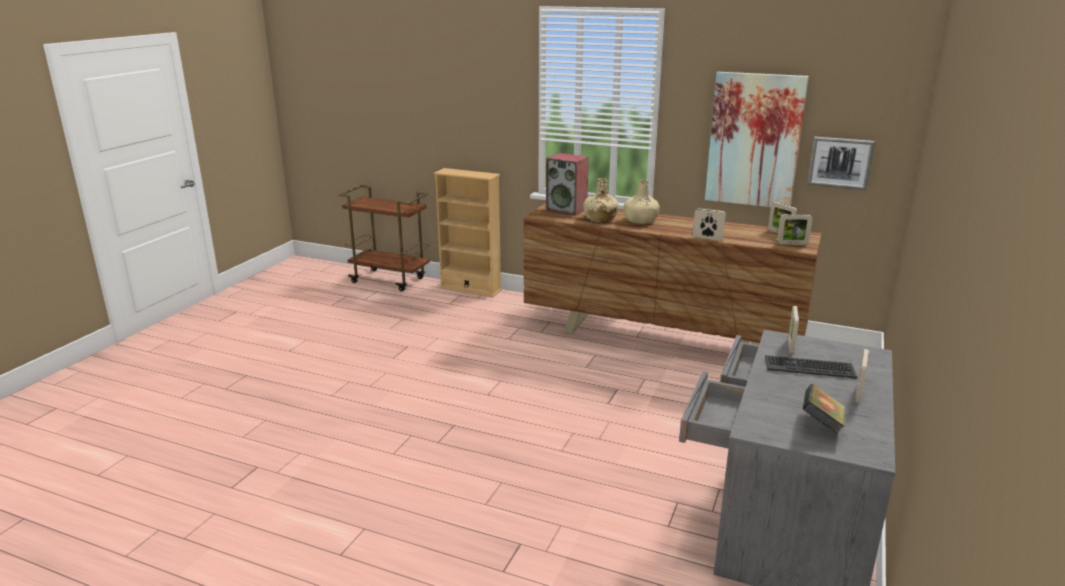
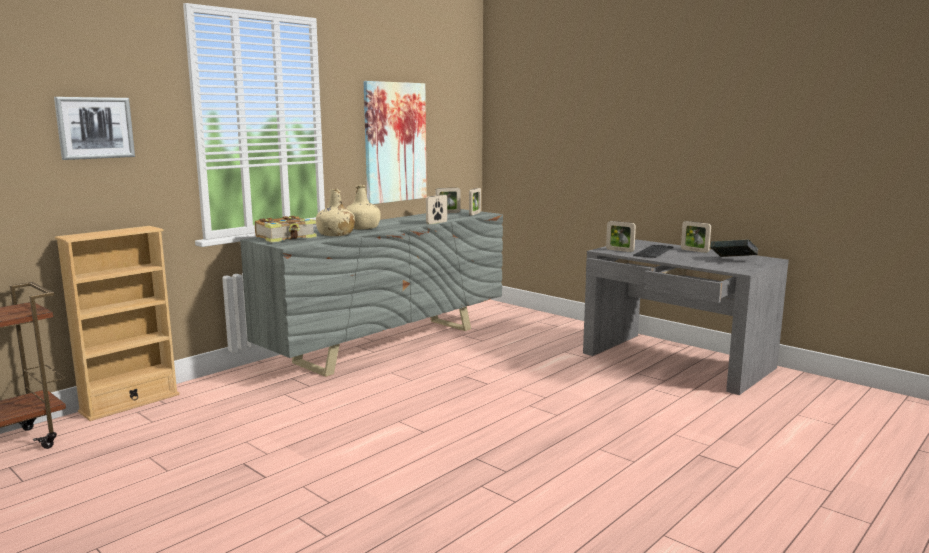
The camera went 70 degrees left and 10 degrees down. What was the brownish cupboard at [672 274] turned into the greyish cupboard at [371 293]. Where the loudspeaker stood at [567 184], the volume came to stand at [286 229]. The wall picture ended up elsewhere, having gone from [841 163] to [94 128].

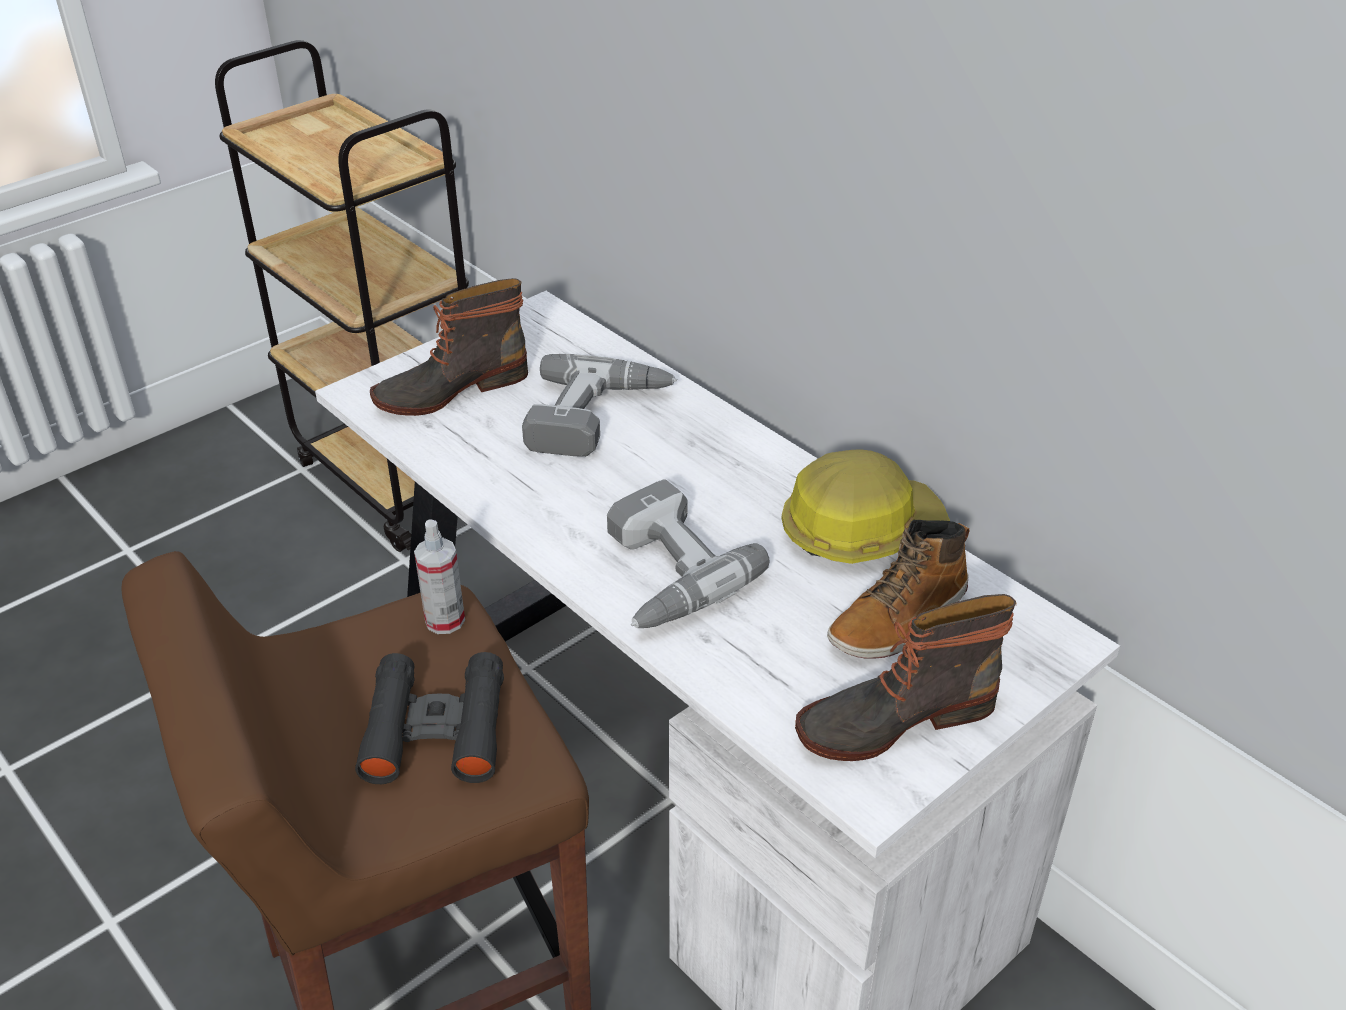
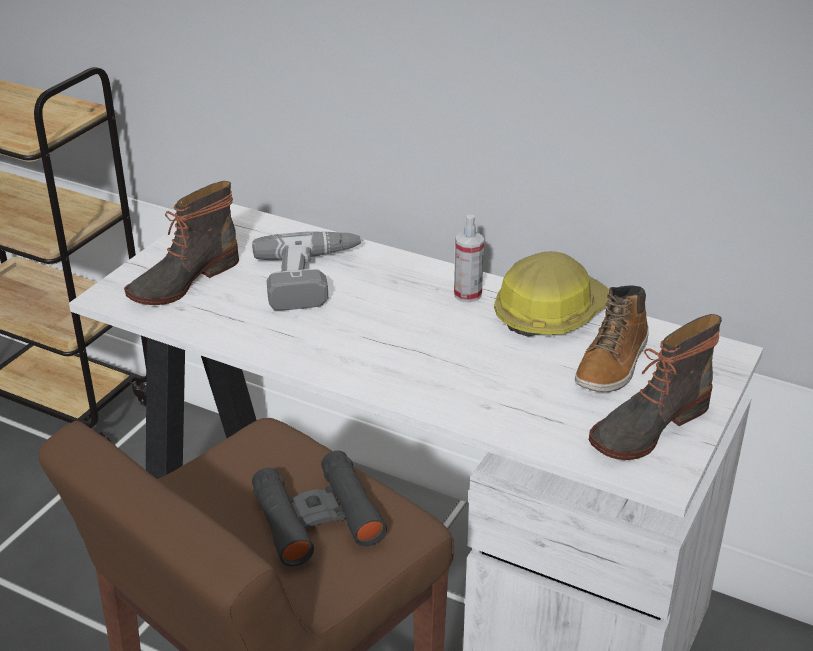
The camera went 20 degrees left and 5 degrees down. The spray bottle ended up elsewhere, having gone from [439 576] to [469 258]. The second view lost the power drill at [688 554].

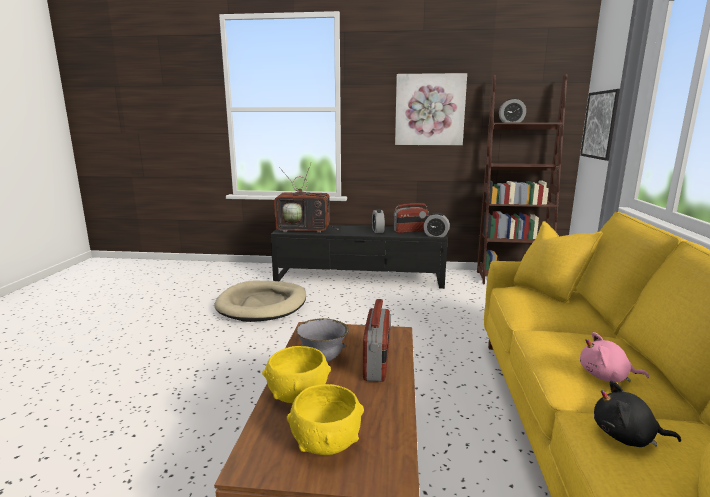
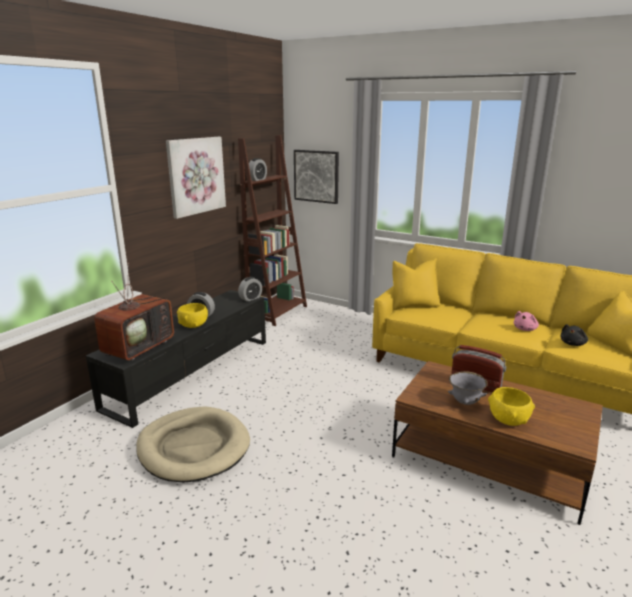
The camera went 65 degrees left and 5 degrees up. The yellow-coloured bowl ended up elsewhere, having gone from [325 419] to [192 315]. The second view lost the radio receiver at [411 218].

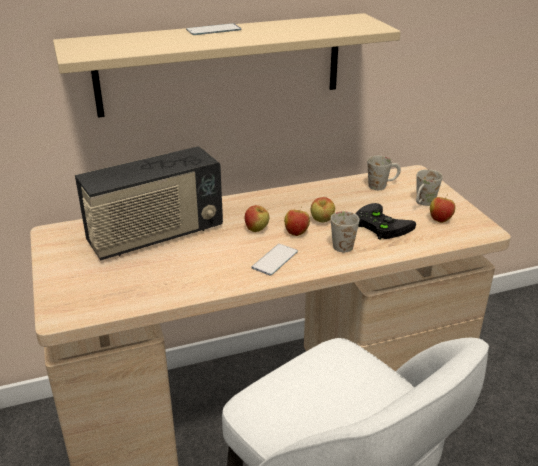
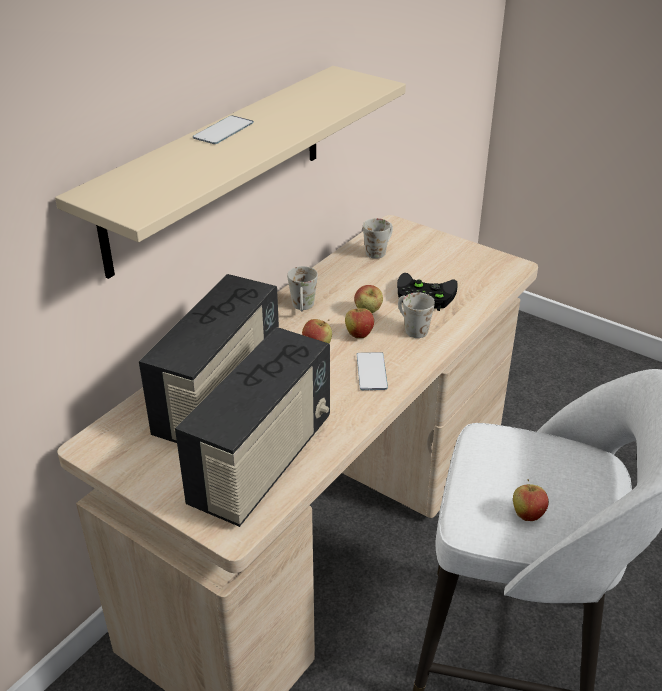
The camera went 35 degrees left and 5 degrees up. The whitish mug ended up elsewhere, having gone from [429 187] to [302 289]. The apple fruit ended up elsewhere, having gone from [442 209] to [531 500]. The second view gained the radio receiver at [252 427].

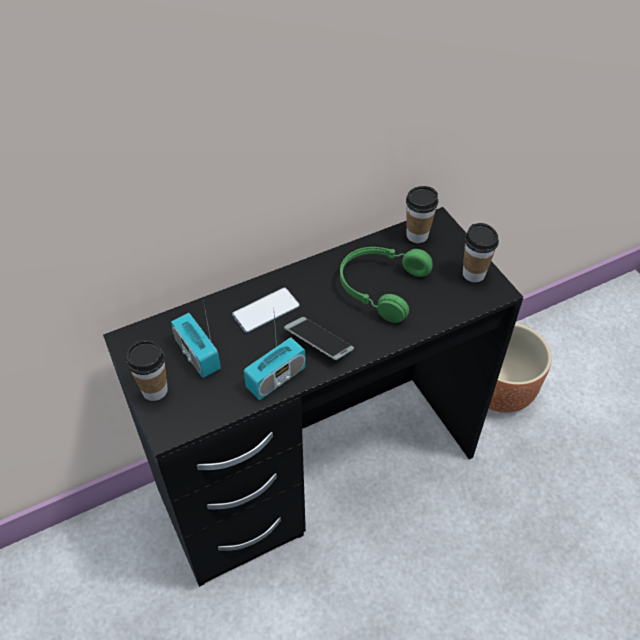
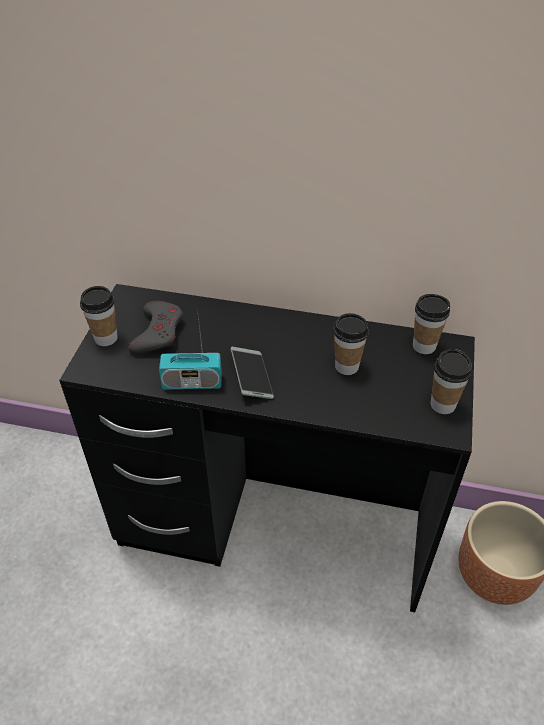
The camera went 40 degrees right and 5 degrees down. Where the radio receiver stood at [196 339], the greyish gamepad came to stand at [155 328]. The second view lost the handset at [266 310]. Where the green headphones stood at [386 285], the cup came to stand at [351 344].

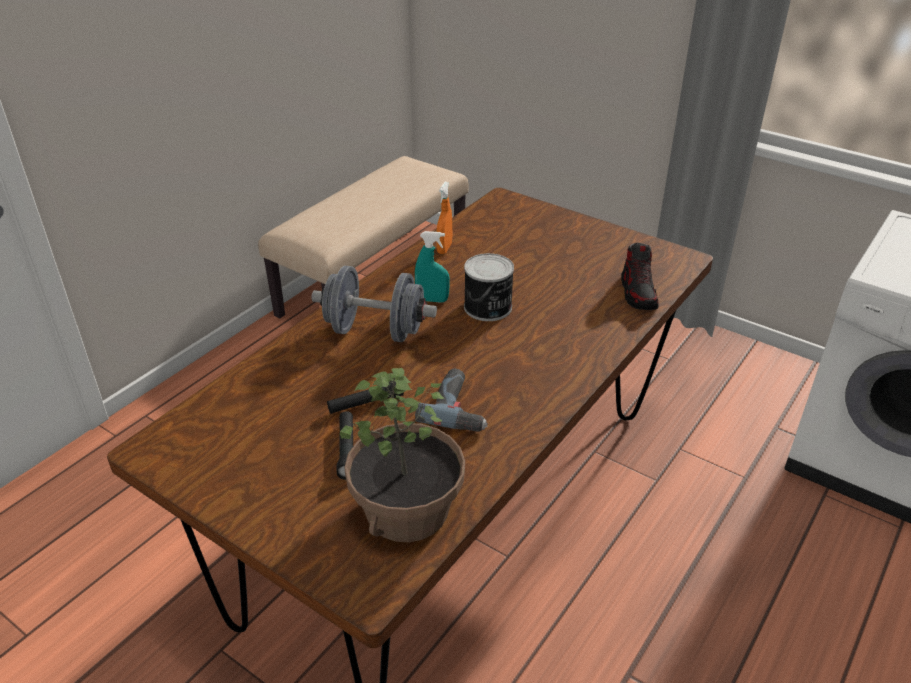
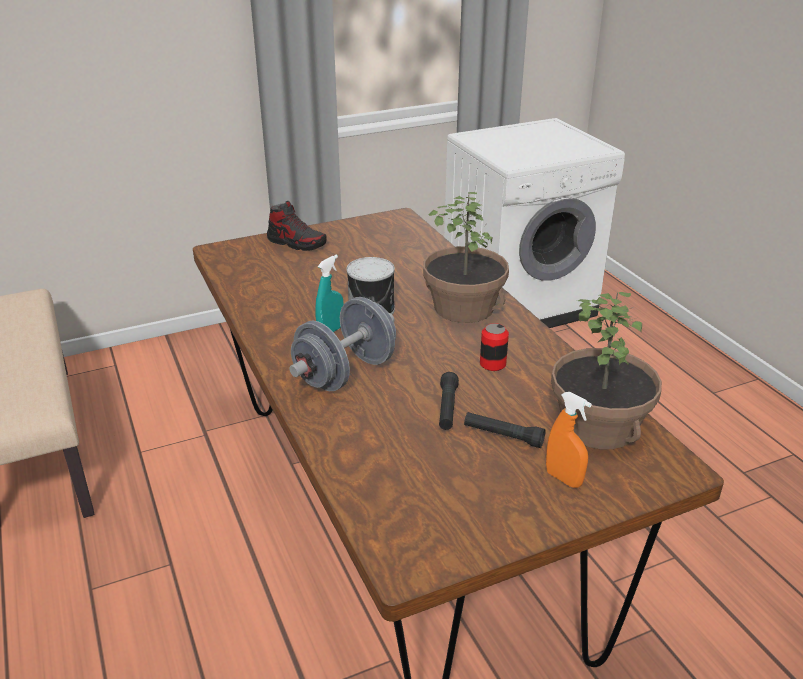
The camera went 60 degrees left and 5 degrees down. Where the power drill stood at [451 400], the sealed can came to stand at [494 347]. The orange-coloured spray bottle ended up elsewhere, having gone from [444 218] to [569 440]. The item of footwear ended up elsewhere, having gone from [640 276] to [297 226]. The second view gained the potted plant at [466 257].

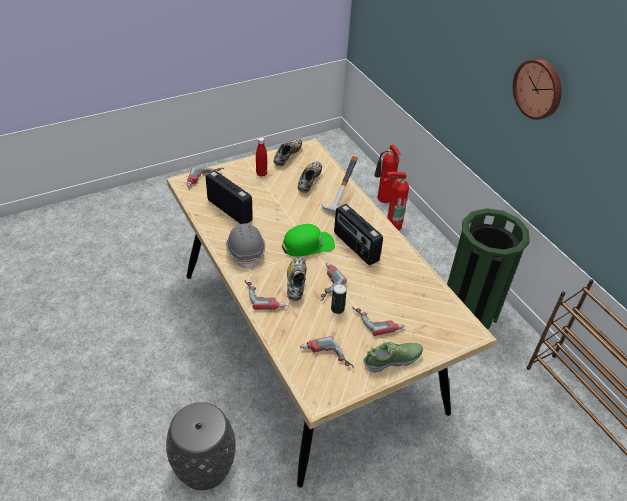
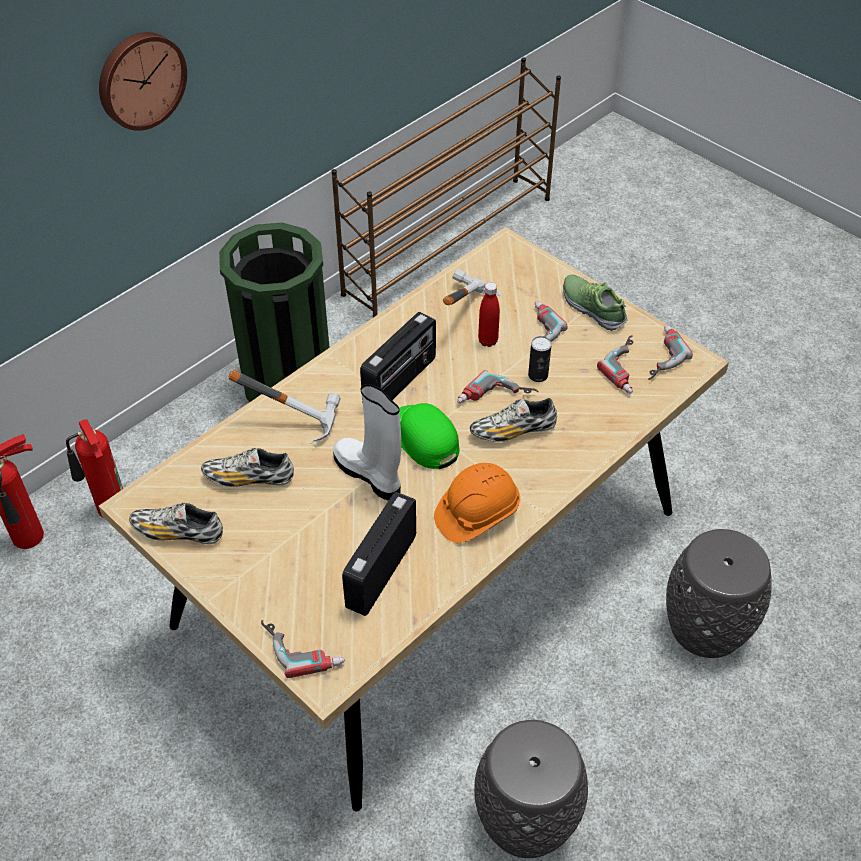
The camera went 105 degrees left and 5 degrees up. What was the greyish safety helmet at [245 246] turned into the orange-coloured safety helmet at [477 503]. The power drill ended up elsewhere, having gone from [266 294] to [670 352]. The reddish drink bottle ended up elsewhere, having gone from [261 157] to [489 314]. The second view gained the whitish boot at [367 442]. The second view gained the hand hammer at [471 287]. The second view gained the greyish stool at [531 789].

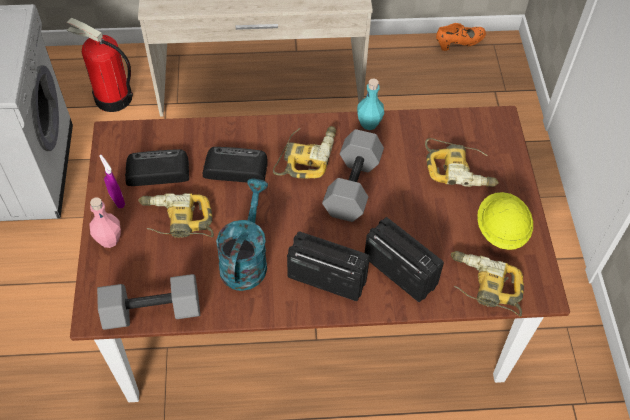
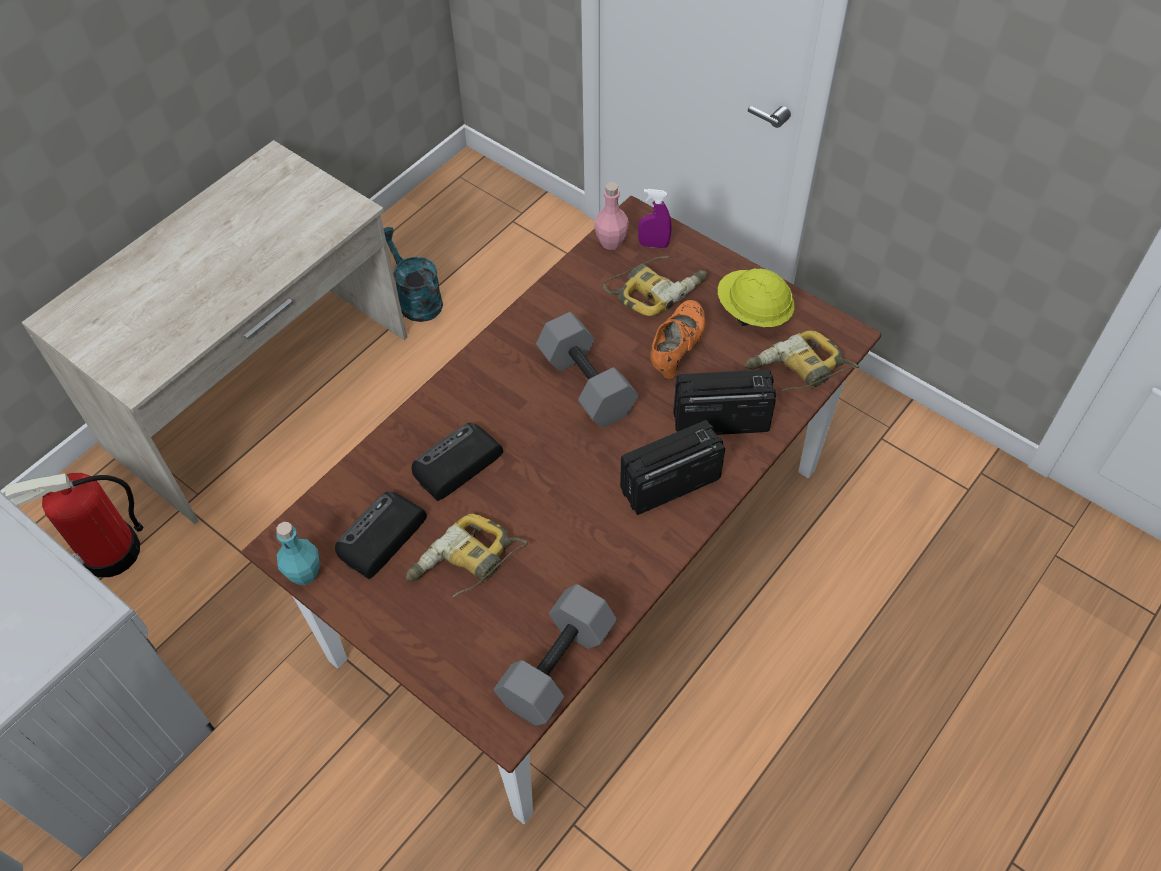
The camera went 45 degrees left and 0 degrees up. The pink drink bottle ended up elsewhere, having gone from [105 222] to [611 216]. The purple spray bottle ended up elsewhere, having gone from [112 181] to [655 218]. The turquoise-coloured sprinkling can ended up elsewhere, having gone from [242 234] to [413 274]. The second view lost the power drill at [304 152]. The turquoise-coloured drink bottle ended up elsewhere, having gone from [370 104] to [298 553]. The orange-coloured item of footwear ended up elsewhere, having gone from [461 37] to [678 339].

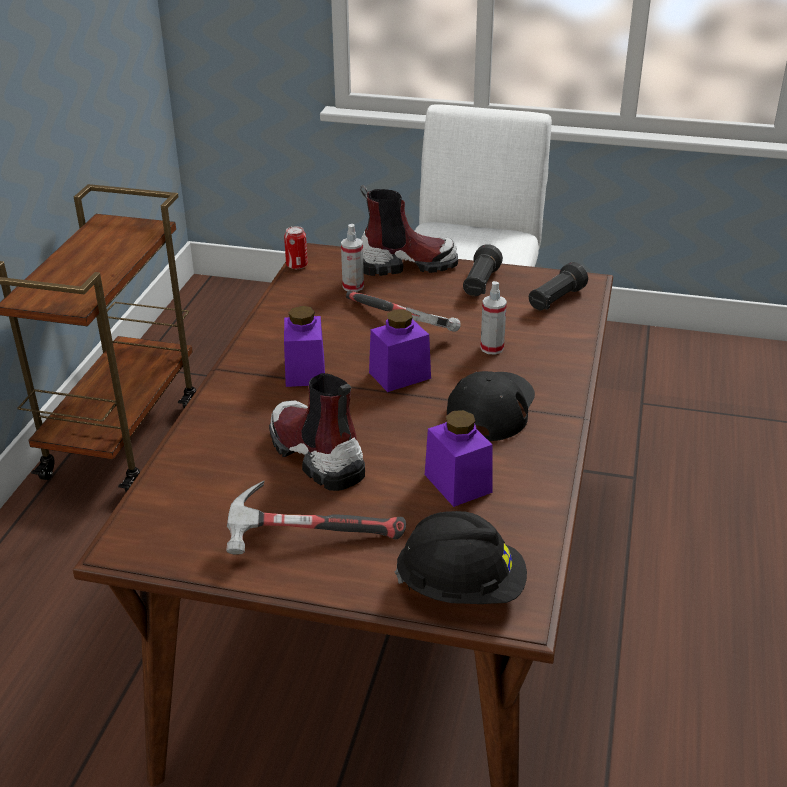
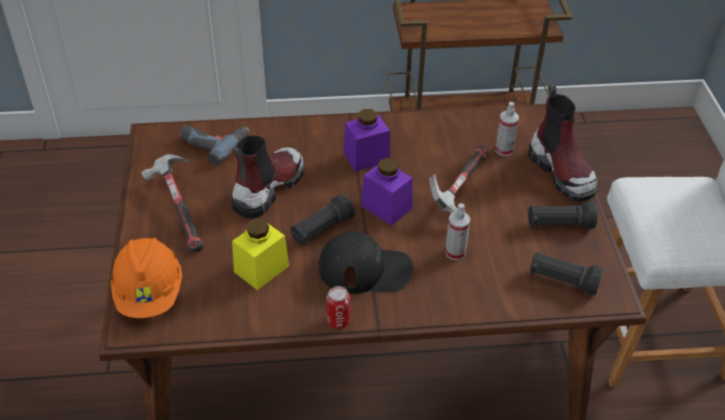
The camera went 70 degrees right and 10 degrees up. The sealed can ended up elsewhere, having gone from [296 247] to [338 307]. What was the black safety helmet at [461 557] turned into the orange-coloured safety helmet at [146 278]. What was the purple jar at [459 458] turned into the yellow-coloured jar at [260 254]. The second view gained the power drill at [214 145]. The second view gained the black torch at [322 220].

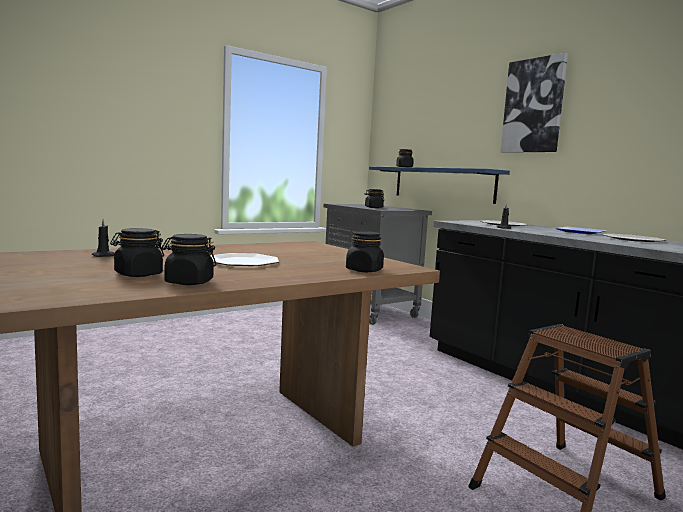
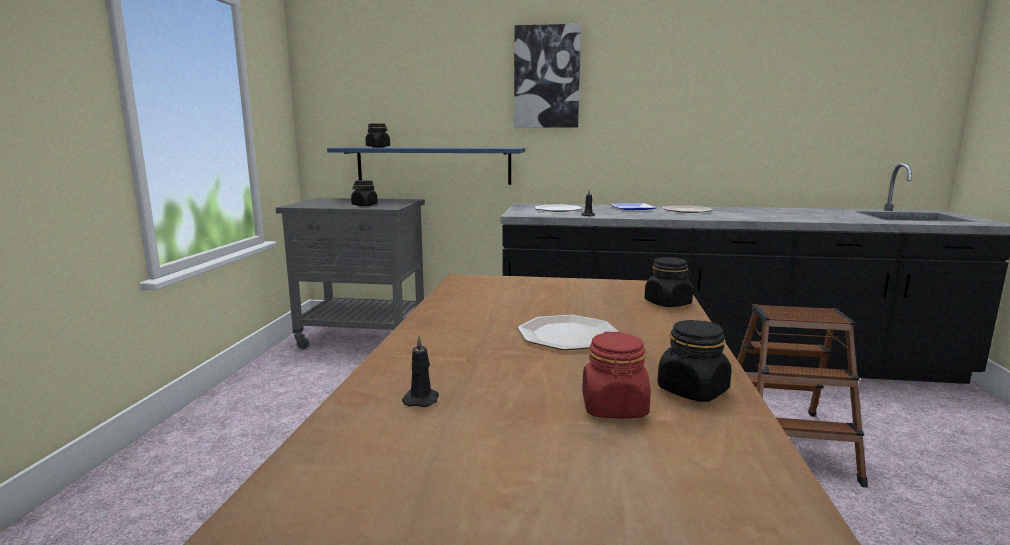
The camera went 45 degrees left and 5 degrees up. What was the black jar at [137 252] turned into the reddish jar at [616 375].

